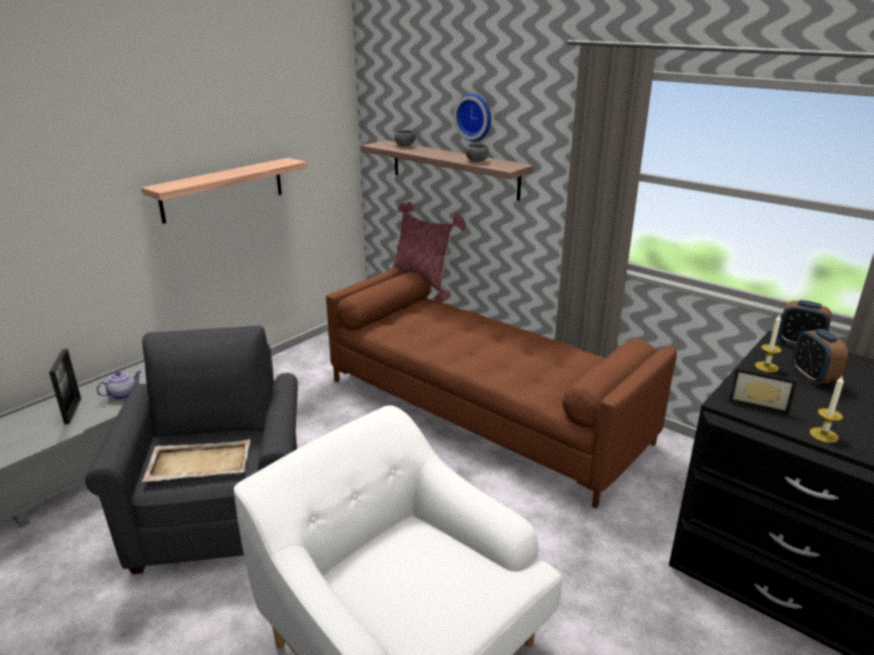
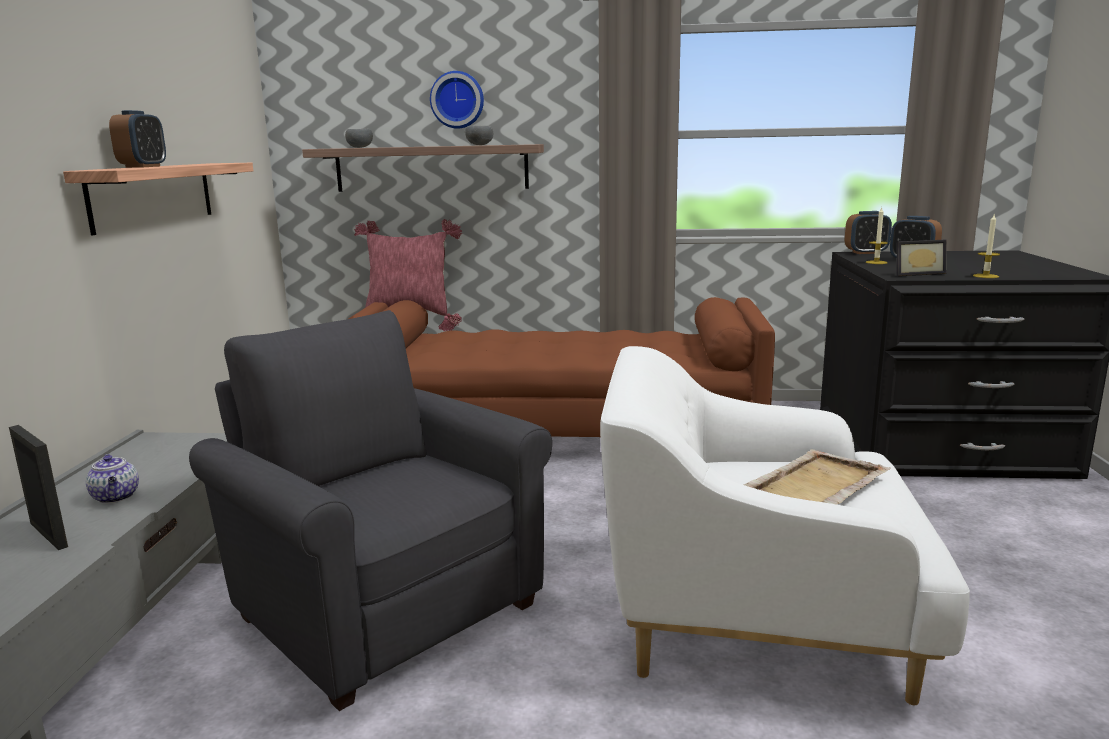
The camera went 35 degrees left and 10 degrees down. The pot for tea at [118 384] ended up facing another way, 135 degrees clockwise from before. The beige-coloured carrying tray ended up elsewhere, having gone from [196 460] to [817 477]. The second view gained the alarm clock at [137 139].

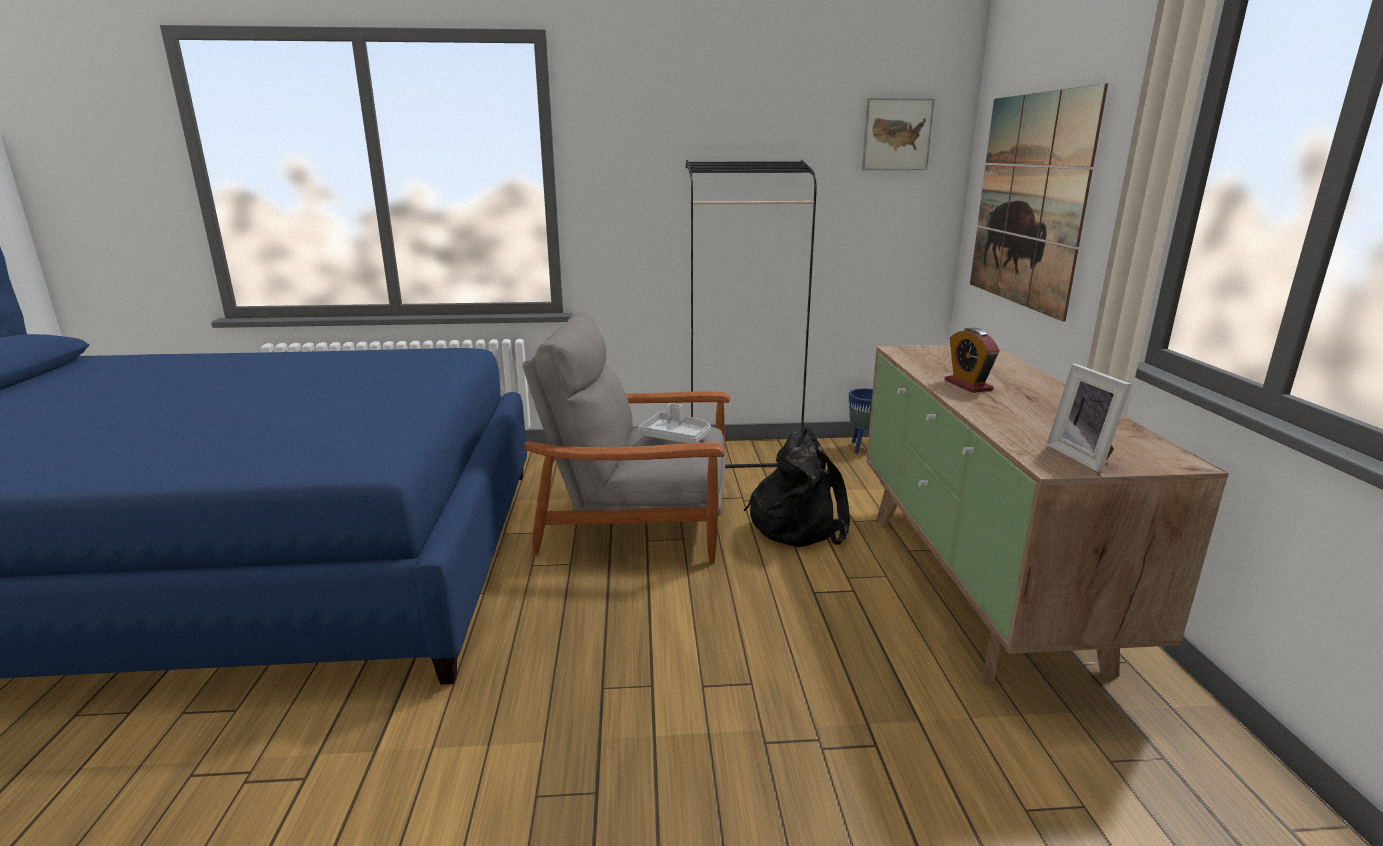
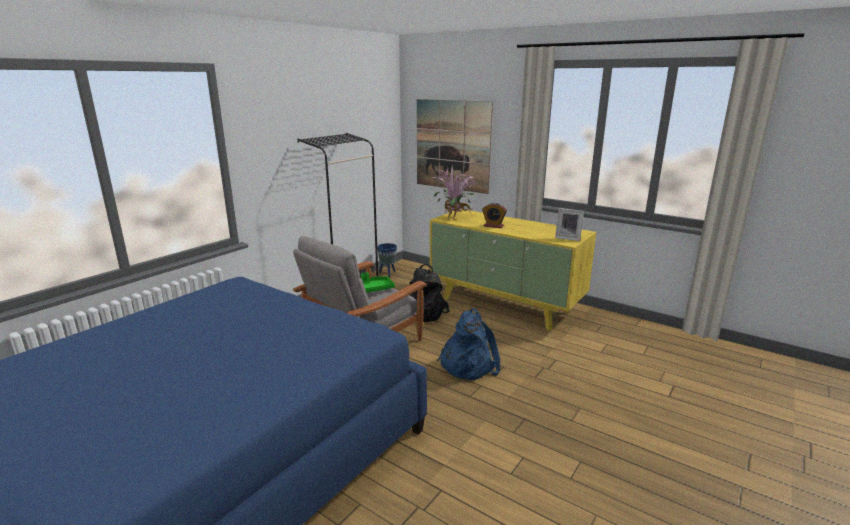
The camera went 50 degrees left and 0 degrees up. What was the greyish carrying tray at [674 423] turned into the green carrying tray at [378 282]. The second view lost the wall picture at [898 134]. What was the green dresser at [1047 515] turned into the yellow-coloured dresser at [513 269]. The second view gained the potted plant at [454 193]. The second view gained the blue-coloured backpack at [469 344].

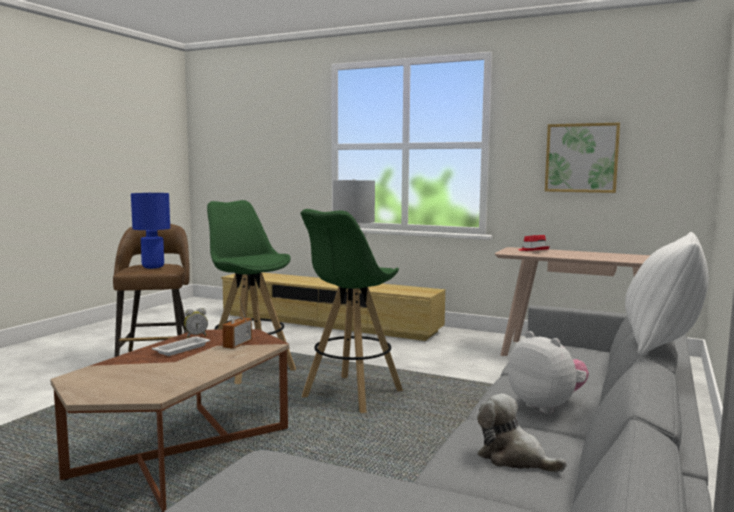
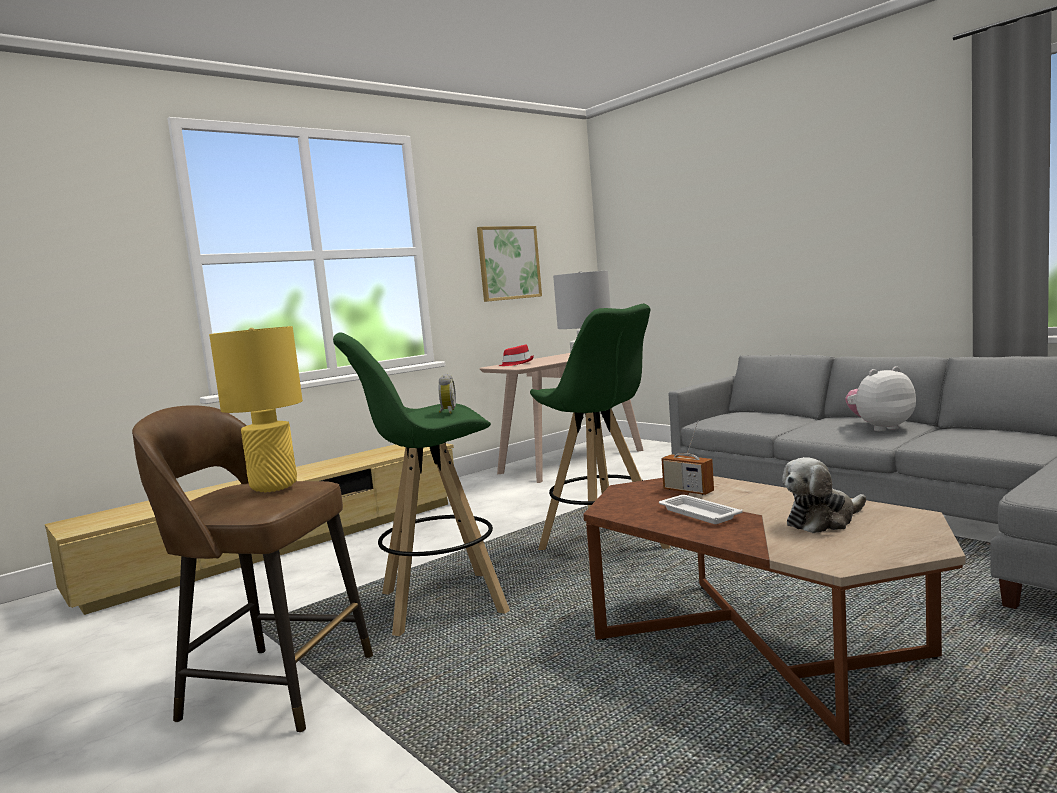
The camera went 65 degrees left and 0 degrees up. What was the blue-coloured table lamp at [150 230] turned into the yellow-coloured table lamp at [256 409]. The alarm clock ended up elsewhere, having gone from [196 323] to [447 394]. The cuddly toy ended up elsewhere, having gone from [522 432] to [824 495]. The second view lost the whitish cushion at [667 294].

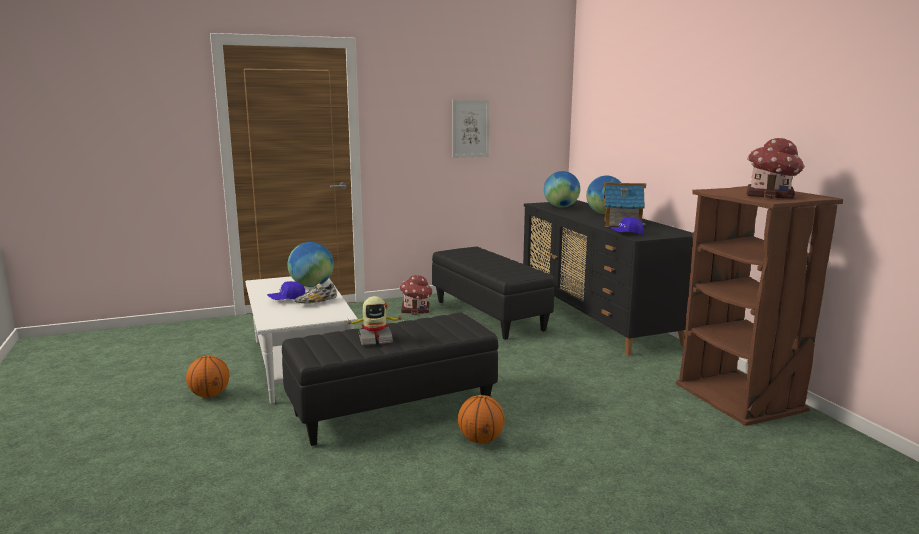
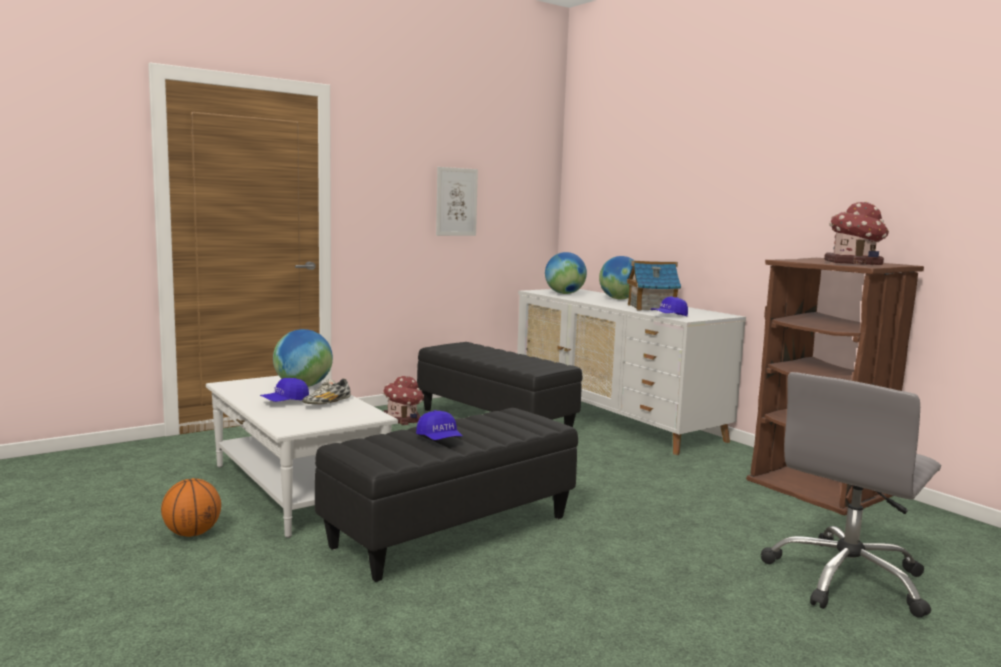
The camera went 15 degrees left and 5 degrees down. Where the toy robot stood at [375 320], the blue-coloured baseball cap came to stand at [439 425]. The second view lost the basketball ball at [481 419]. What was the black dresser at [608 278] turned into the whitish dresser at [631 372]. The second view gained the greyish desk chair at [851 495].

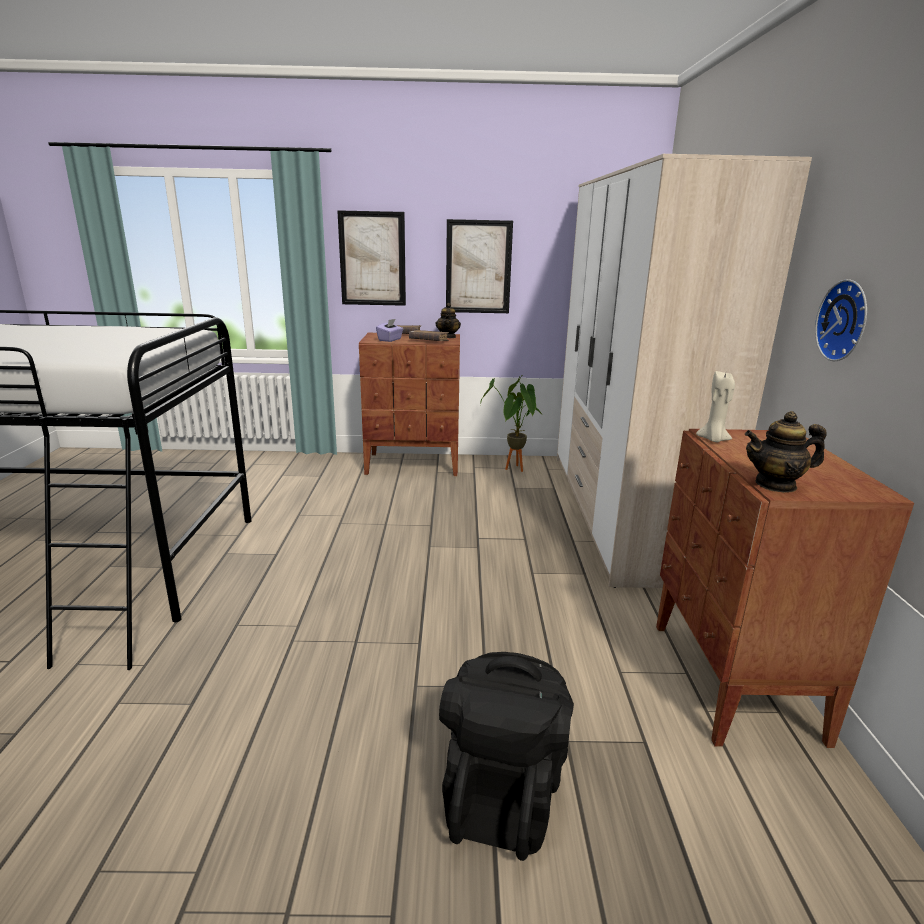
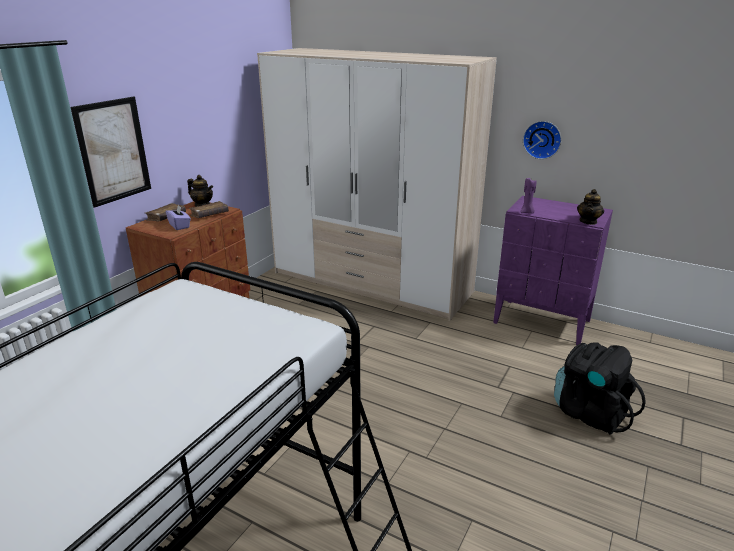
The camera went 60 degrees left and 5 degrees up. The second view lost the wall picture at [479 266]. The second view lost the potted plant at [511 424]. What was the brownish dresser at [785 588] turned into the purple dresser at [553 270]. What was the beige-coloured wax candle at [715 407] turned into the purple wax candle at [528 195].

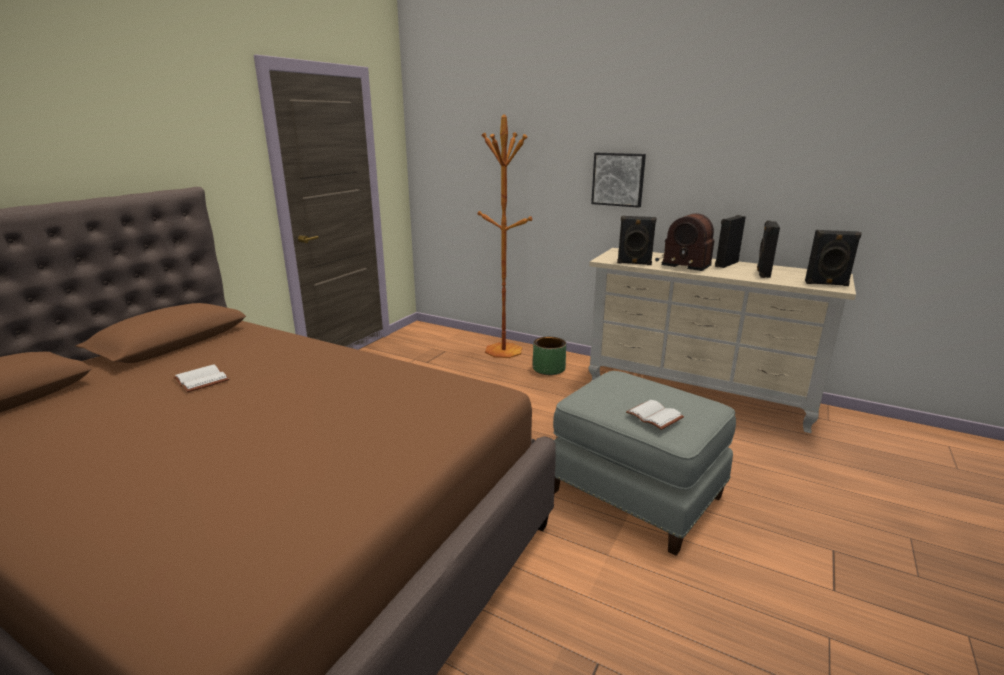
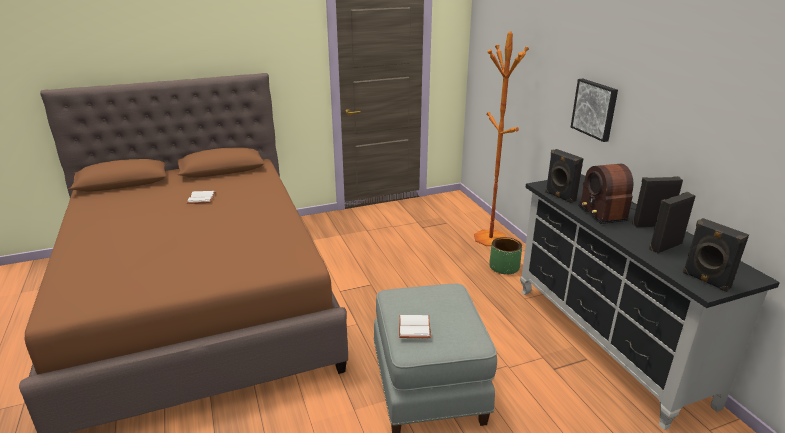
The camera went 40 degrees right and 5 degrees up. What was the beige-coloured dresser at [722 341] turned into the black dresser at [650 302].

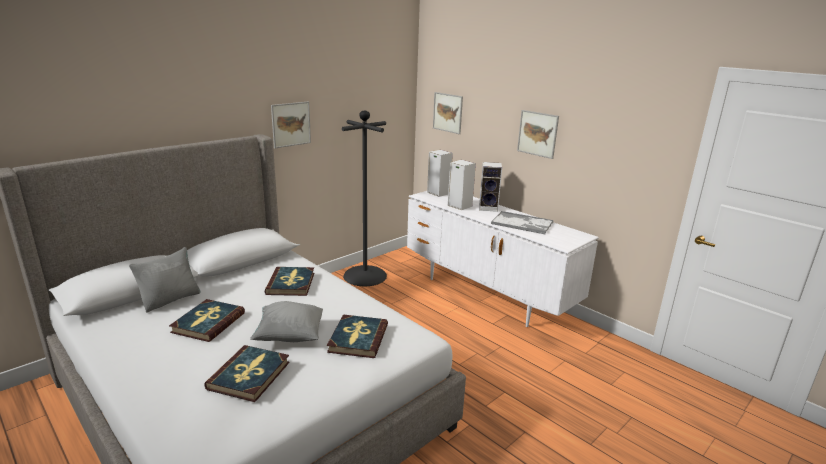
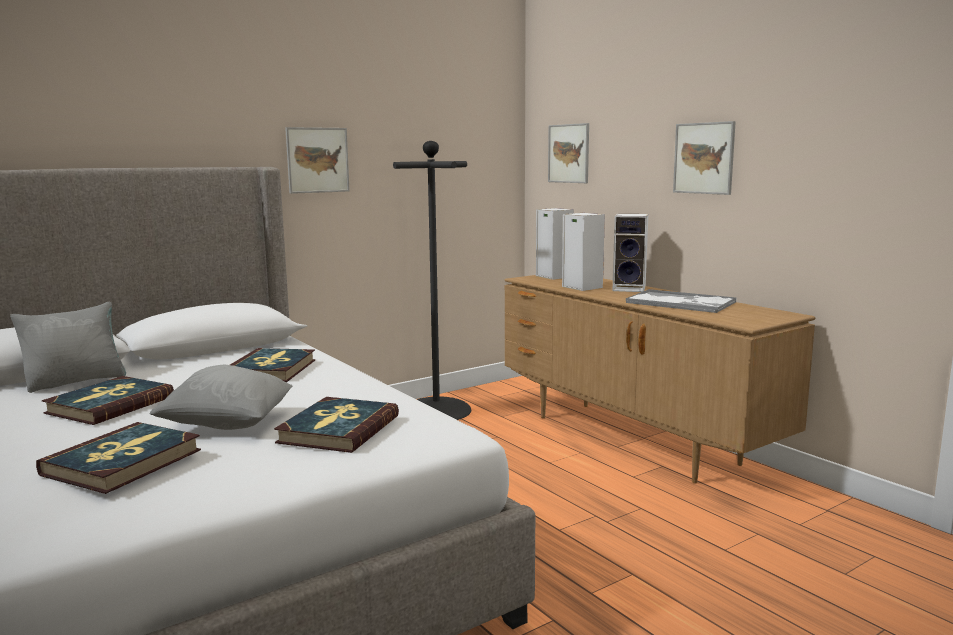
The camera went 10 degrees right and 10 degrees down. What was the whitish dresser at [503 259] turned into the brownish dresser at [659 379].

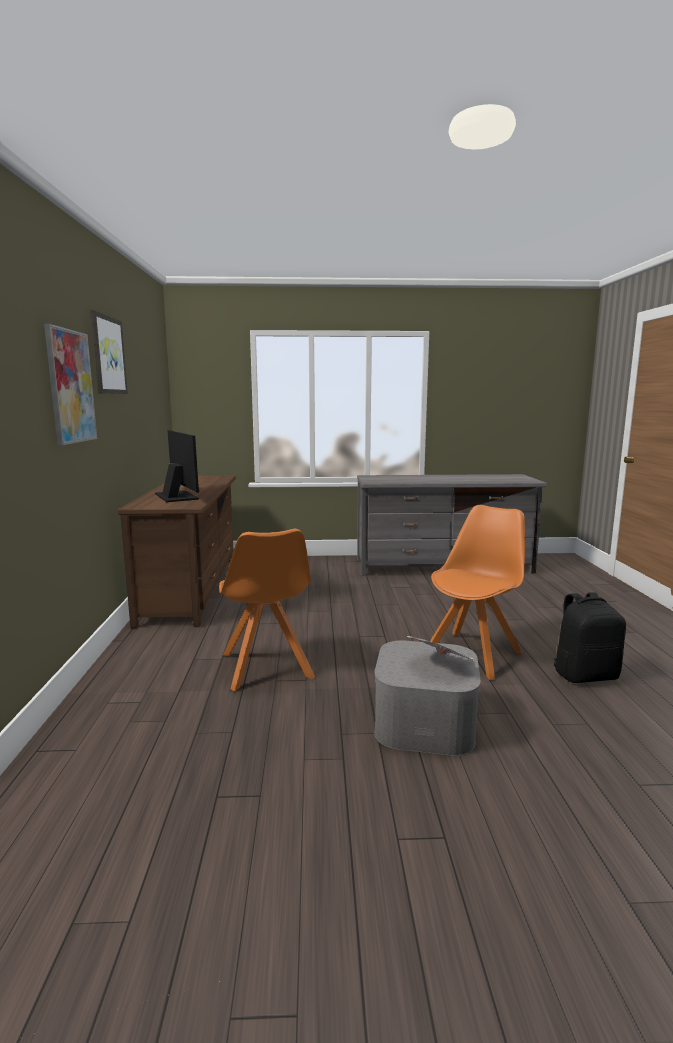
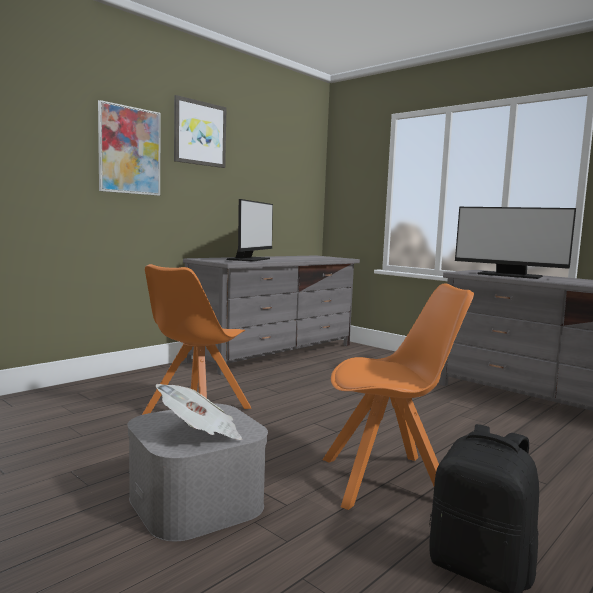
The camera went 45 degrees right and 5 degrees down. What was the brownish dresser at [177 552] turned into the greyish dresser at [271 315]. The second view gained the computer display at [515 243].

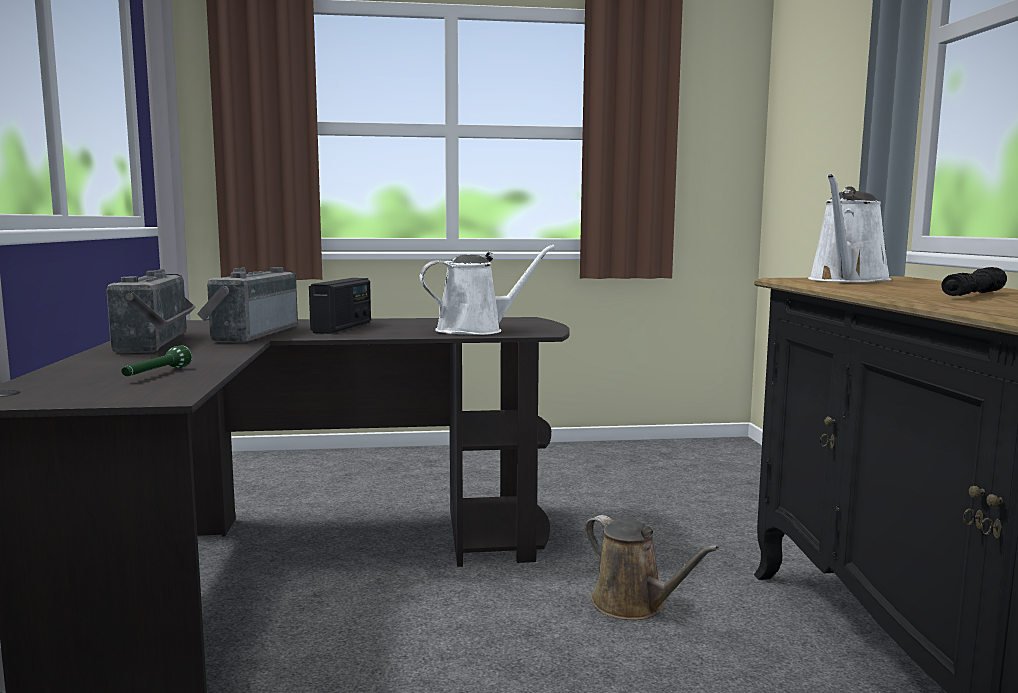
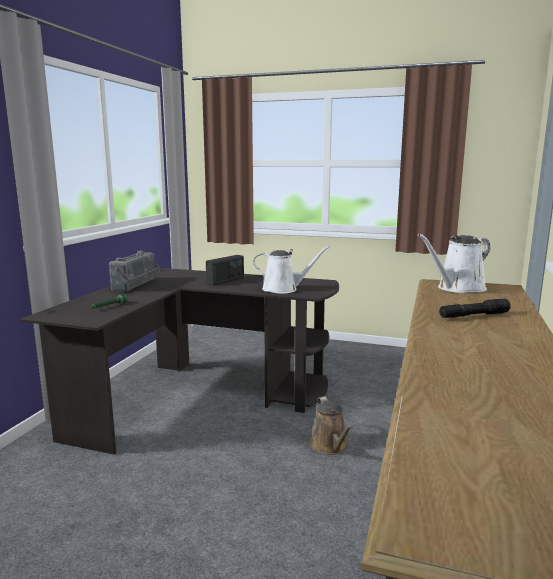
The camera went 25 degrees right and 5 degrees up. The second view lost the radio receiver at [247 305].

